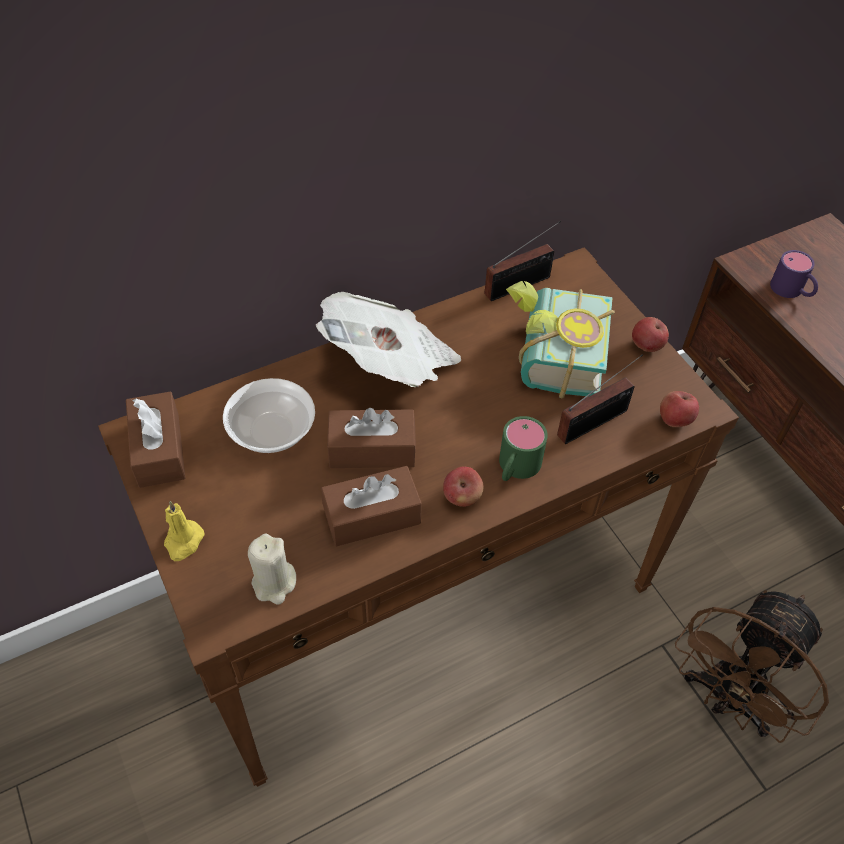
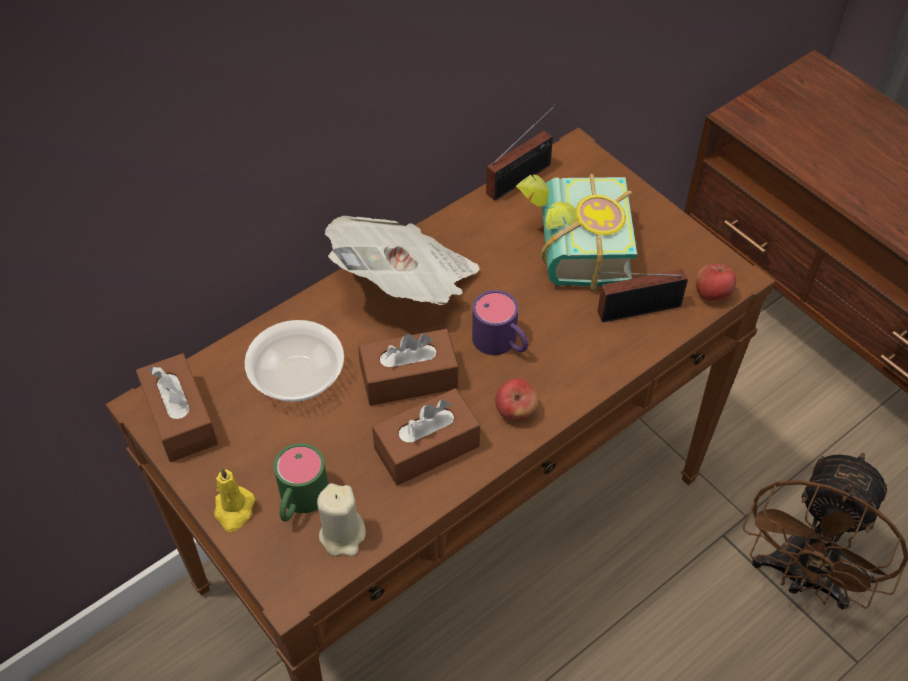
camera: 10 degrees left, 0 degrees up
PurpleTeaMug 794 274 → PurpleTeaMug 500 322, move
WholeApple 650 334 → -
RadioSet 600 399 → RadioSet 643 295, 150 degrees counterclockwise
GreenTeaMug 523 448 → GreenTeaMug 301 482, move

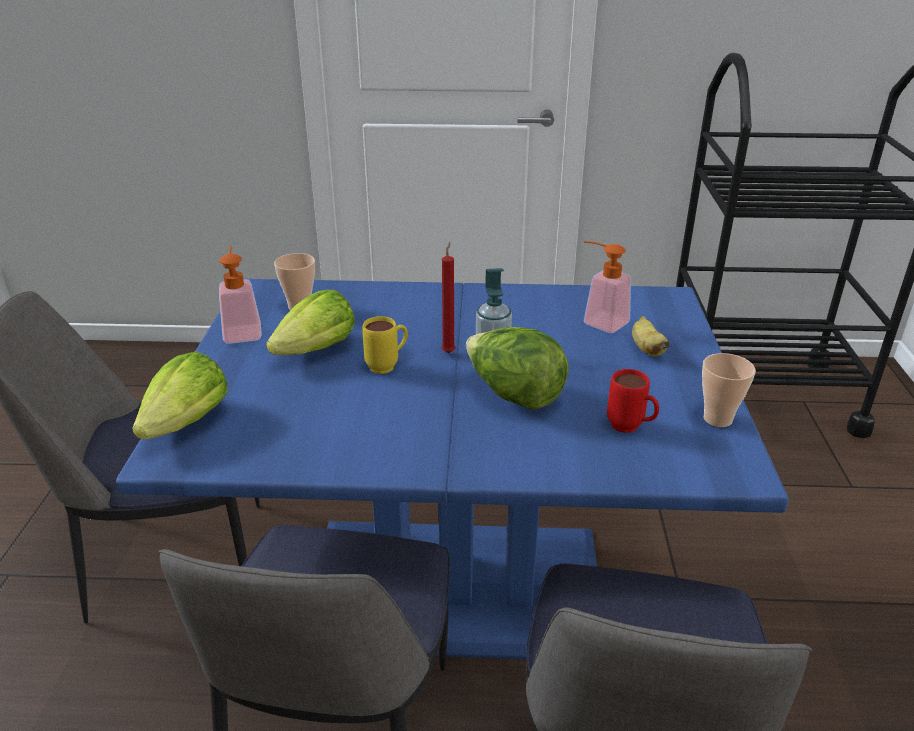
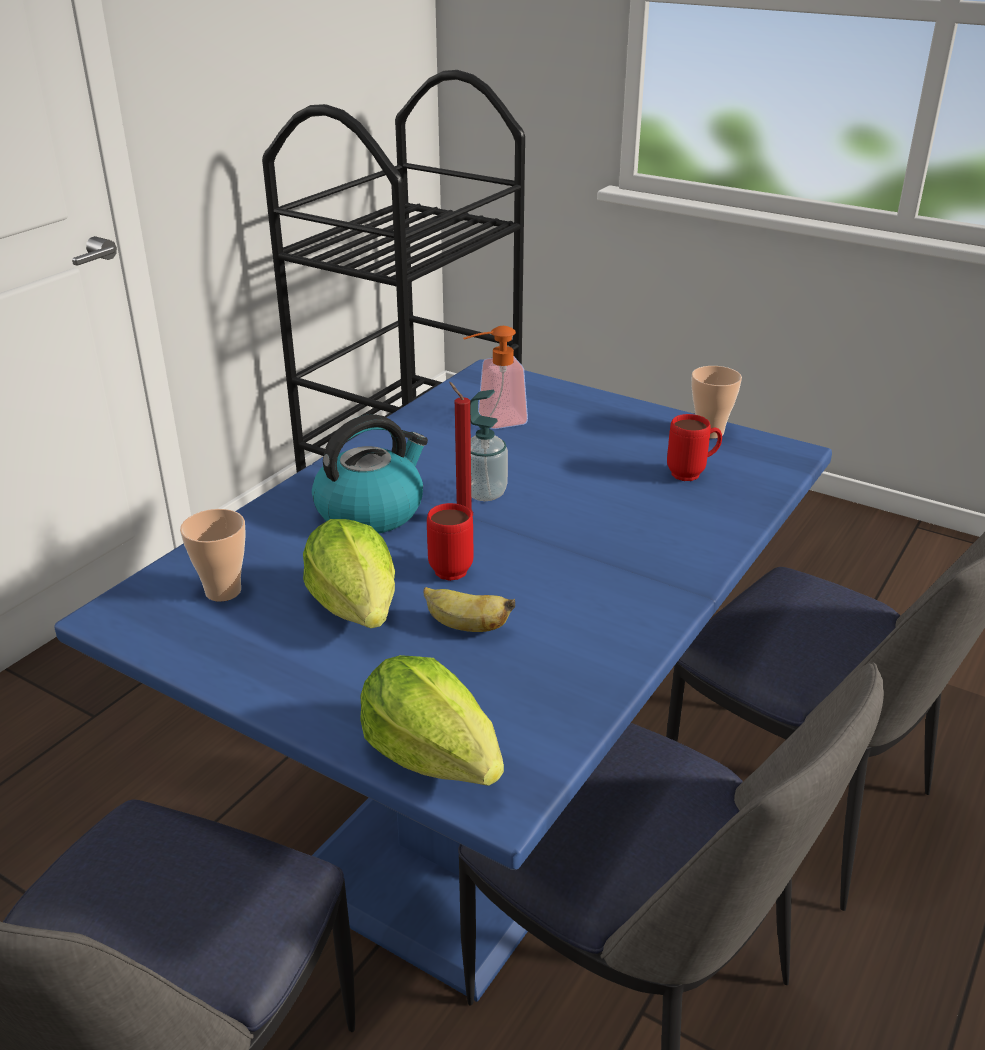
camera: 60 degrees left, 0 degrees up
SoapDispenser 240 295 → -
YellowTeaMug 385 345 → RedColouredTeaMug 450 542
Banana 651 336 → Banana 469 609, move
Lettuce 517 368 → -
- → WaterKettle 370 473

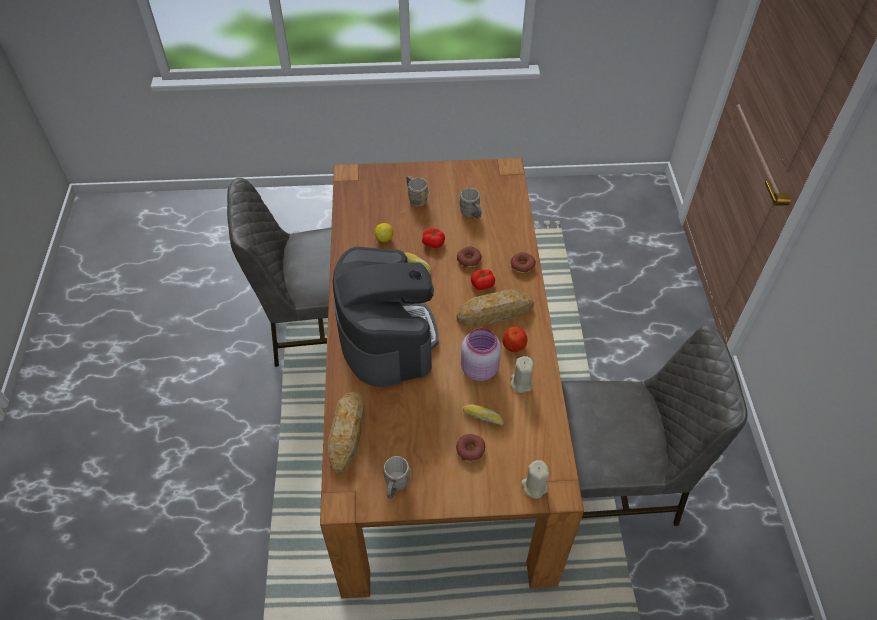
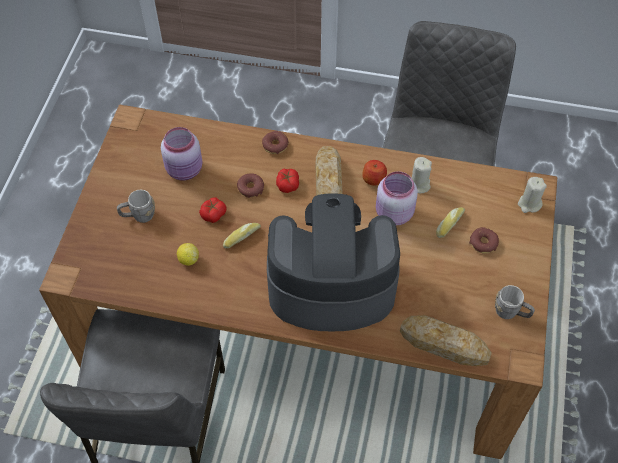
camera: 75 degrees left, 5 degrees up
GreyTeaMug 470 203 → PinkColouredStorageJar 181 154

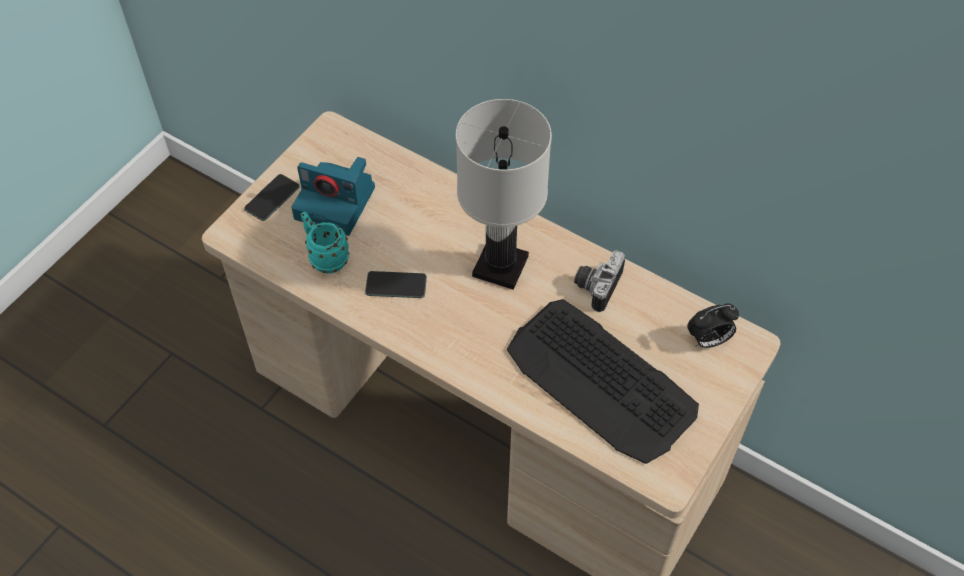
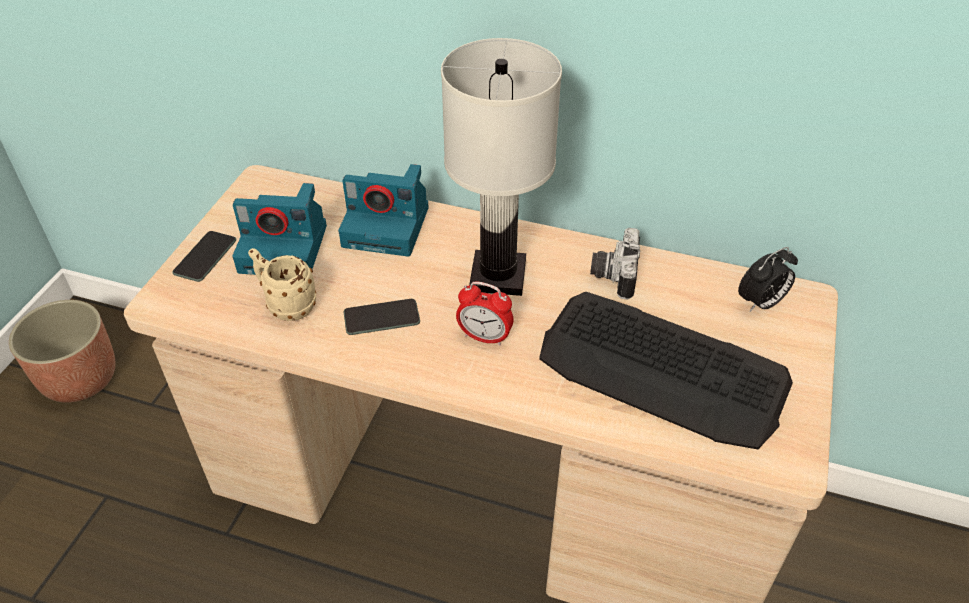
camera: 15 degrees left, 10 degrees down
TurquoiseTeaMug 325 243 → BeigeTeaMug 282 284
- → StillCamera 383 210
- → BedsideClock 484 314
- → Planter 62 351

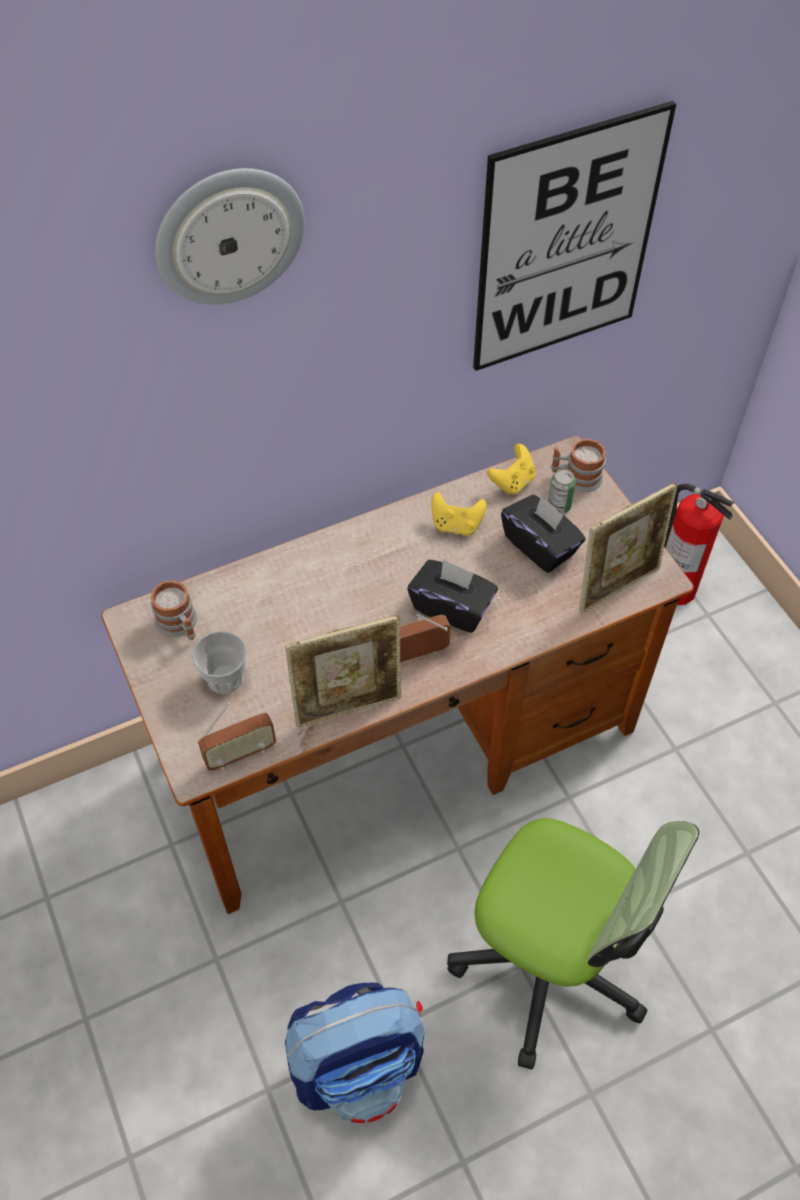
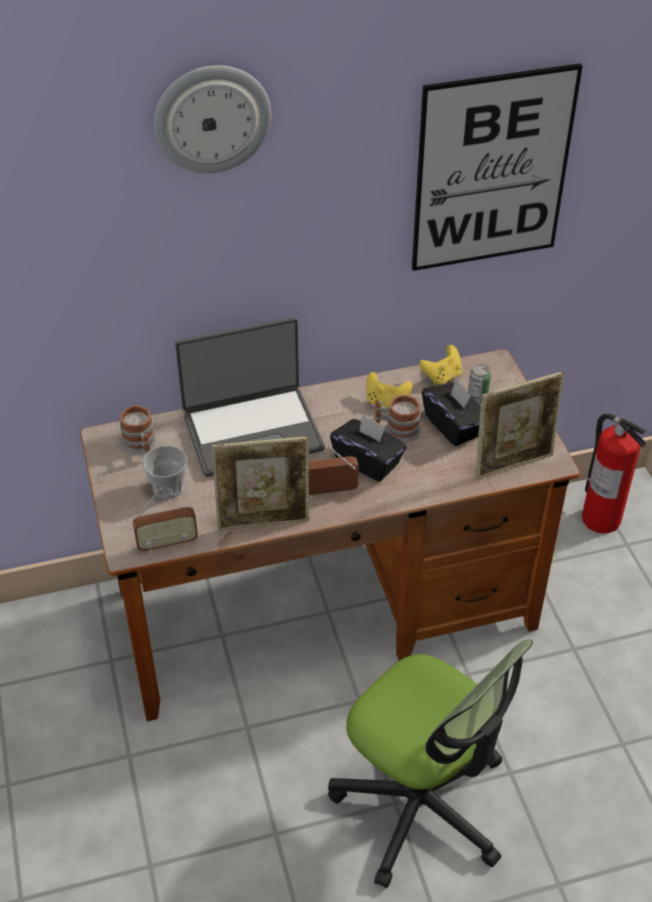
camera: 10 degrees right, 10 degrees down
TeaMug 578 465 → TeaMug 397 419, move
Rucksack 354 1052 → -
- → PortableComputer 250 397

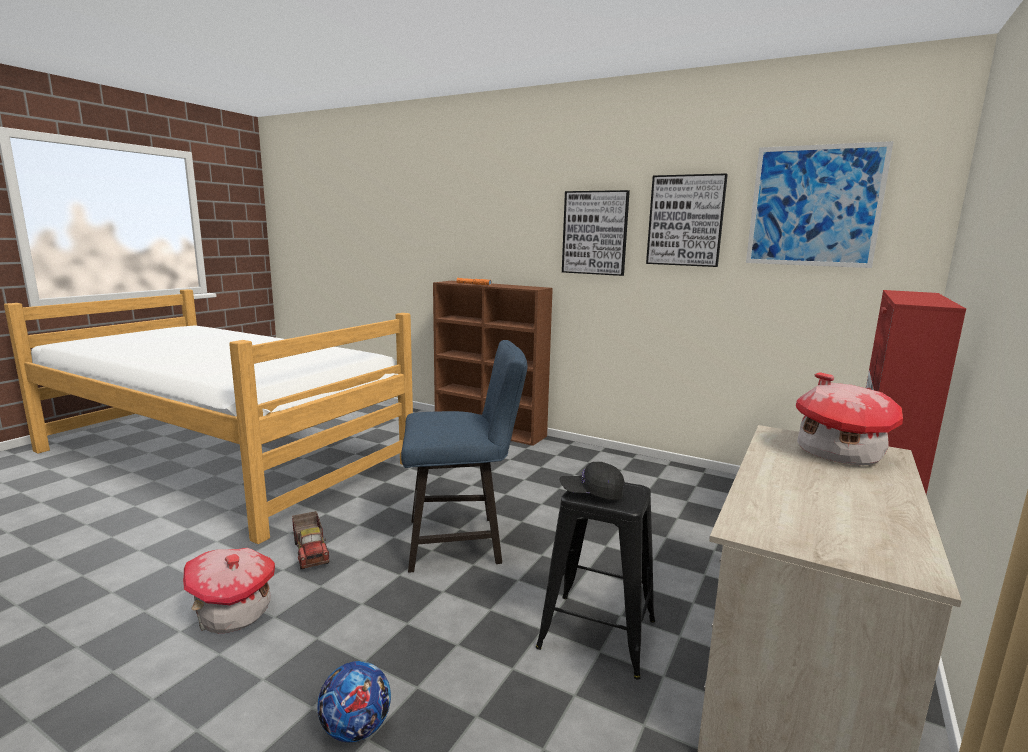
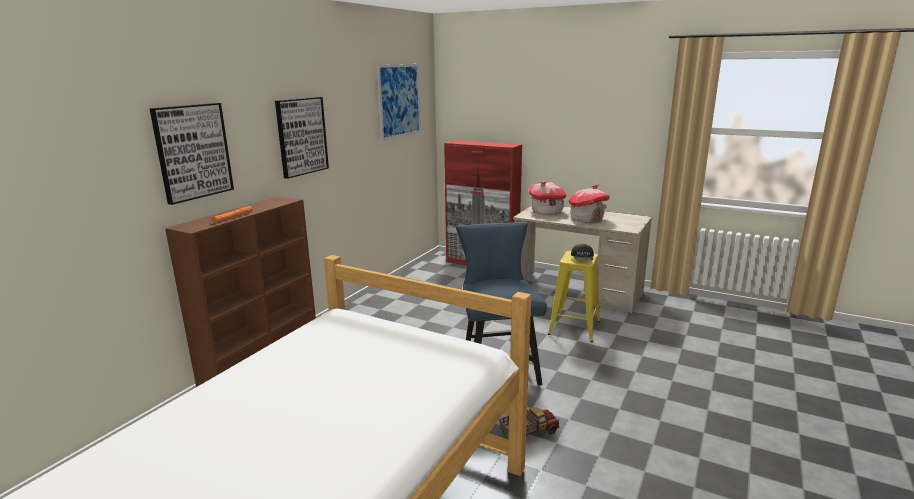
camera: 90 degrees left, 5 degrees up
WallPicture 687 220 → WallPicture 191 154, move
BlackishSittingStool 595 577 → YellowSittingStool 574 296
MiniatureHouse 229 590 → MiniatureHouse 589 203, move
Football 354 701 → -

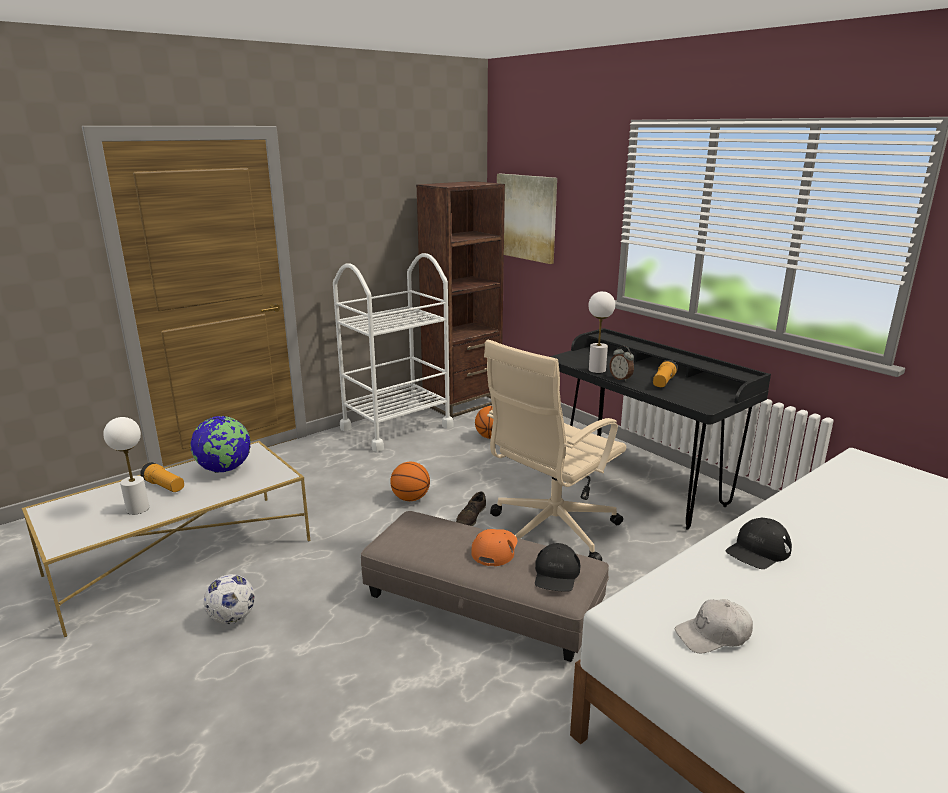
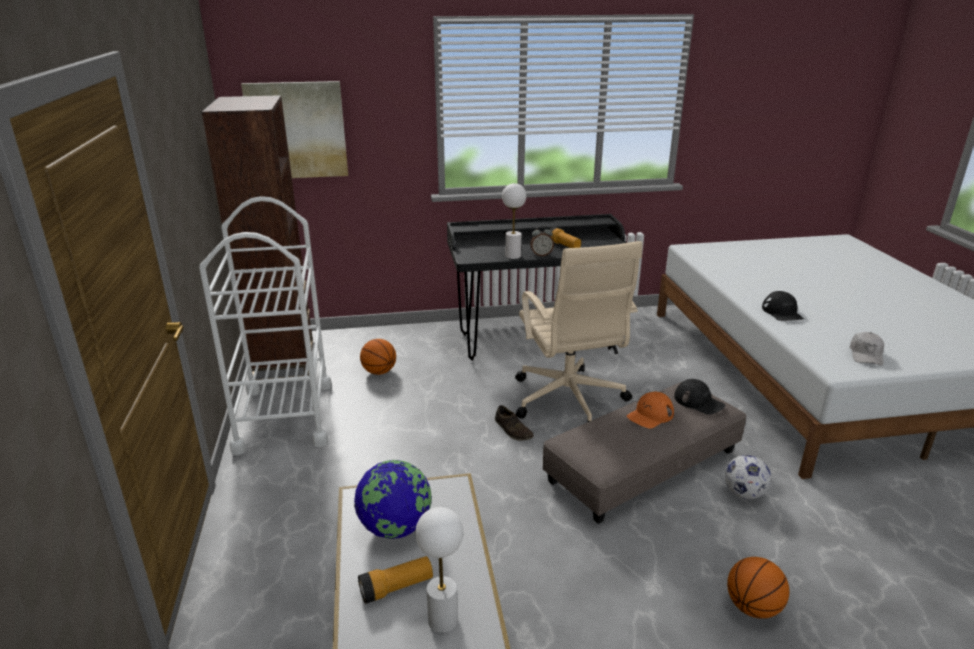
camera: 60 degrees left, 5 degrees up
Basketball 410 481 → Basketball 758 588, move
OrangeColouredBaseballCap 494 547 → OrangeColouredBaseballCap 650 410, 90 degrees counterclockwise
Football 229 599 → Football 748 477, move

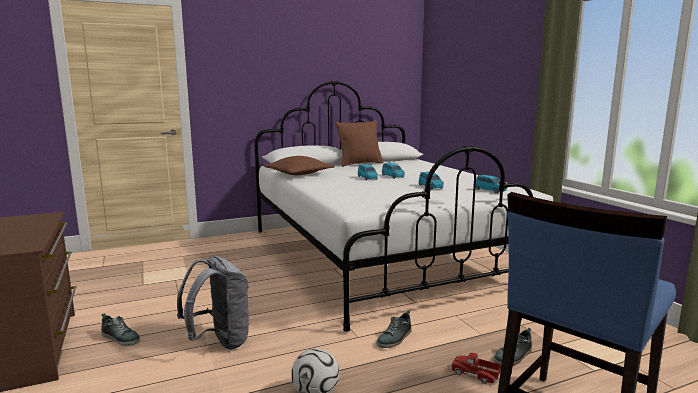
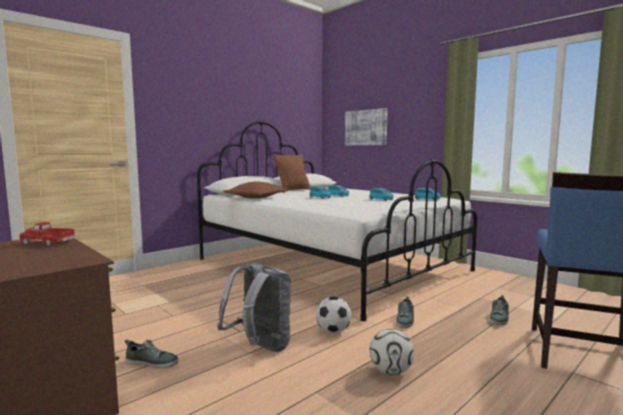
camera: 20 degrees left, 5 degrees down
ModelTruck 475 368 → ModelTruck 47 234, move
- → WallPicture 366 126
- → Football 333 314

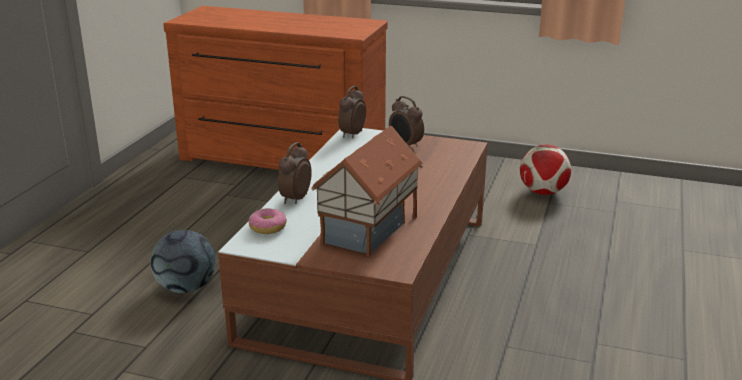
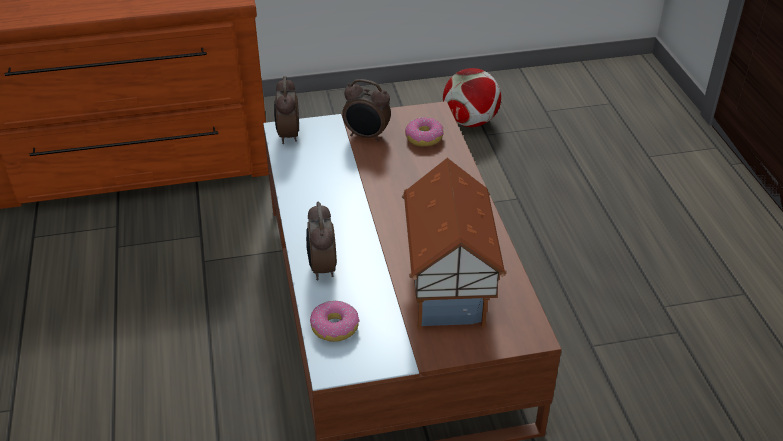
camera: 30 degrees left, 15 degrees up
Football 182 261 → -
- → RingDoughnut 424 131

